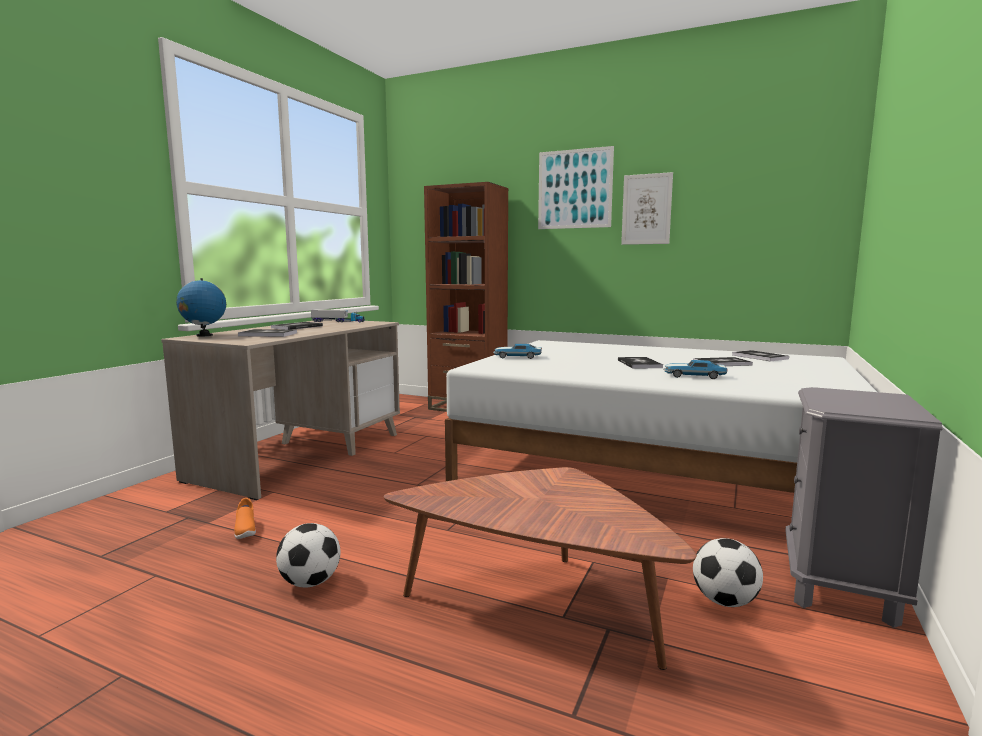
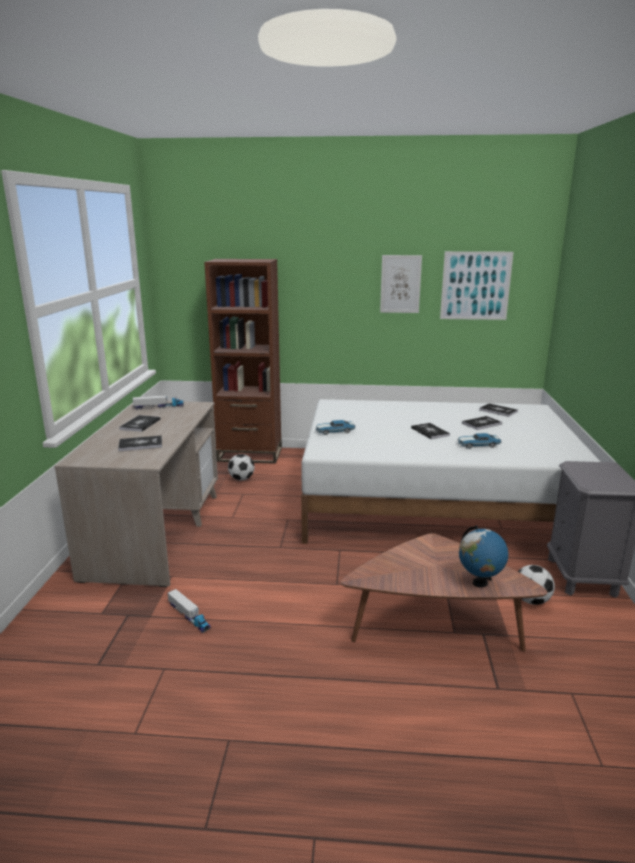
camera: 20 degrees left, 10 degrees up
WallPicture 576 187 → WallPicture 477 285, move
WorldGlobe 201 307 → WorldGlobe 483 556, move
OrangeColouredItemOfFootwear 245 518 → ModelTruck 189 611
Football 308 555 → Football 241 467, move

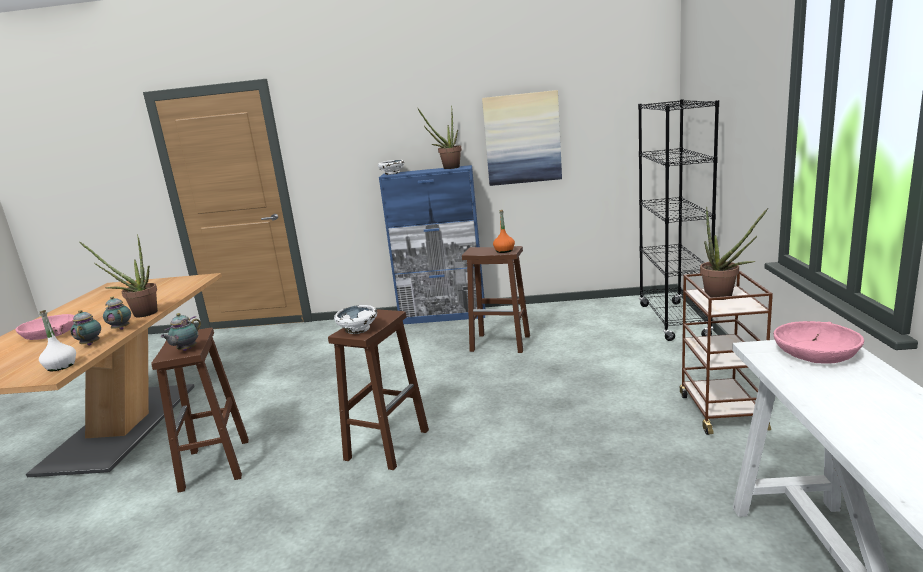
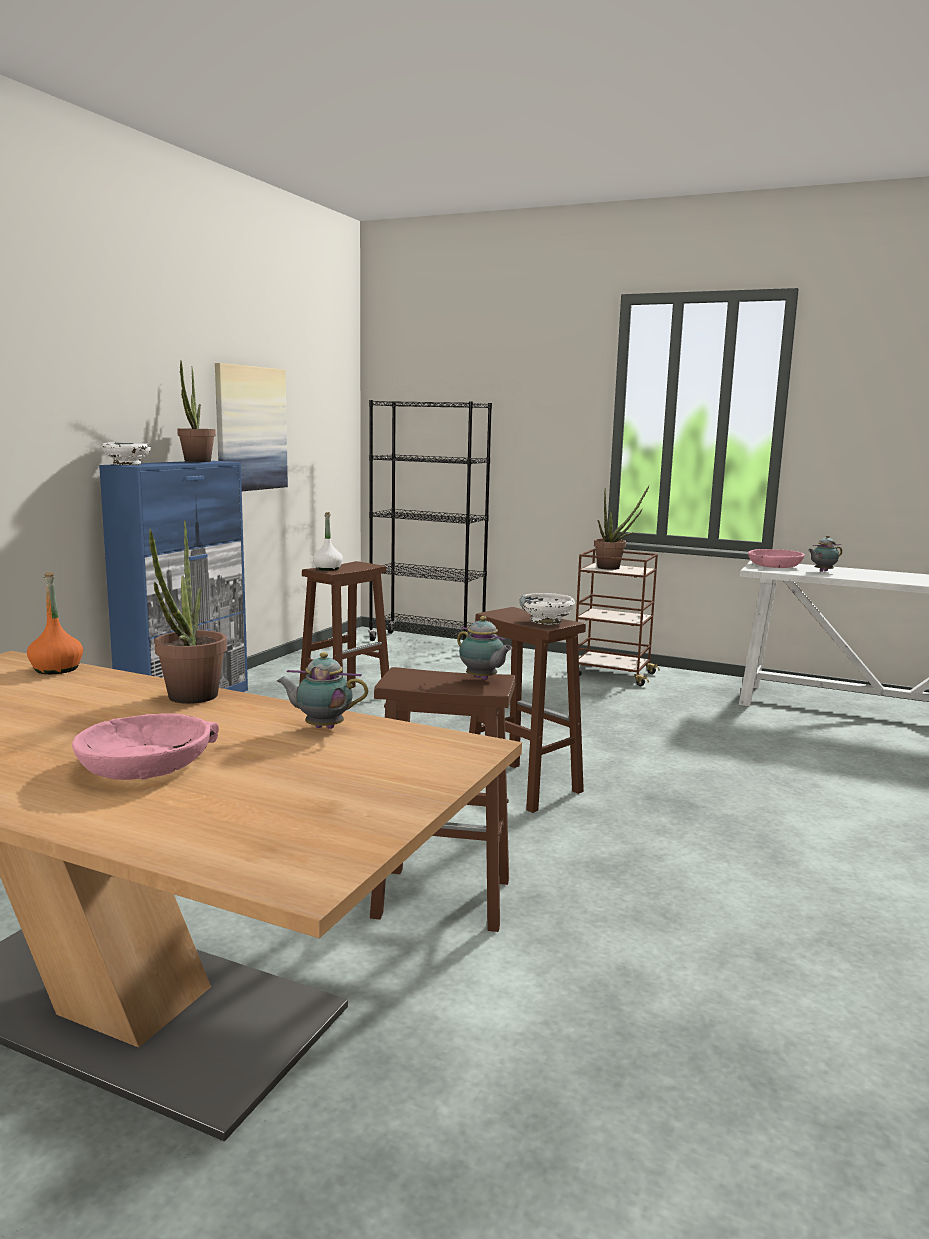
camera: 70 degrees left, 5 degrees down
OrangeColouredBottle 504 231 → OrangeColouredBottle 55 623, move
TeaPot 117 313 → TeaPot 825 553, move
WhitishBottle 57 340 → WhitishBottle 328 541, move

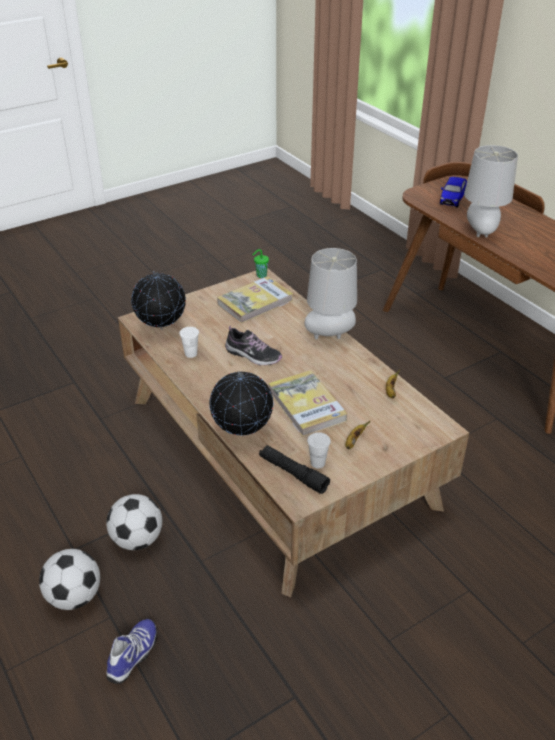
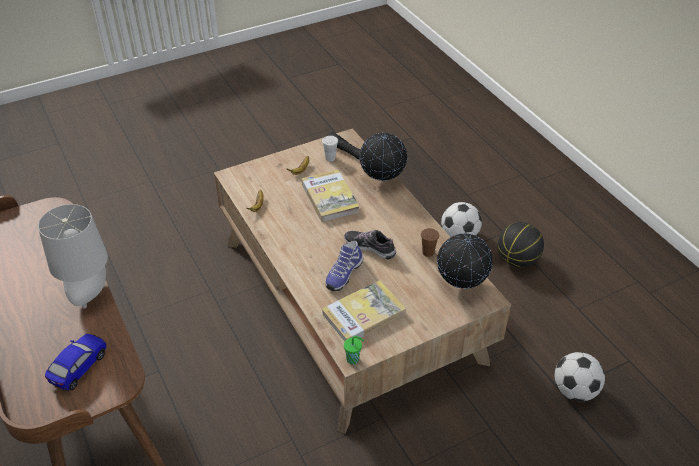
camera: 175 degrees left, 5 degrees up
GreyLampForATable 331 293 → -
WhitishDrinkingCup 189 342 → BrownColouredDrinkingCup 430 242
Football 69 579 → Football 579 377, move
ItemOfFootwear 131 651 → ItemOfFootwear 344 266, move
- → Basketball 521 245

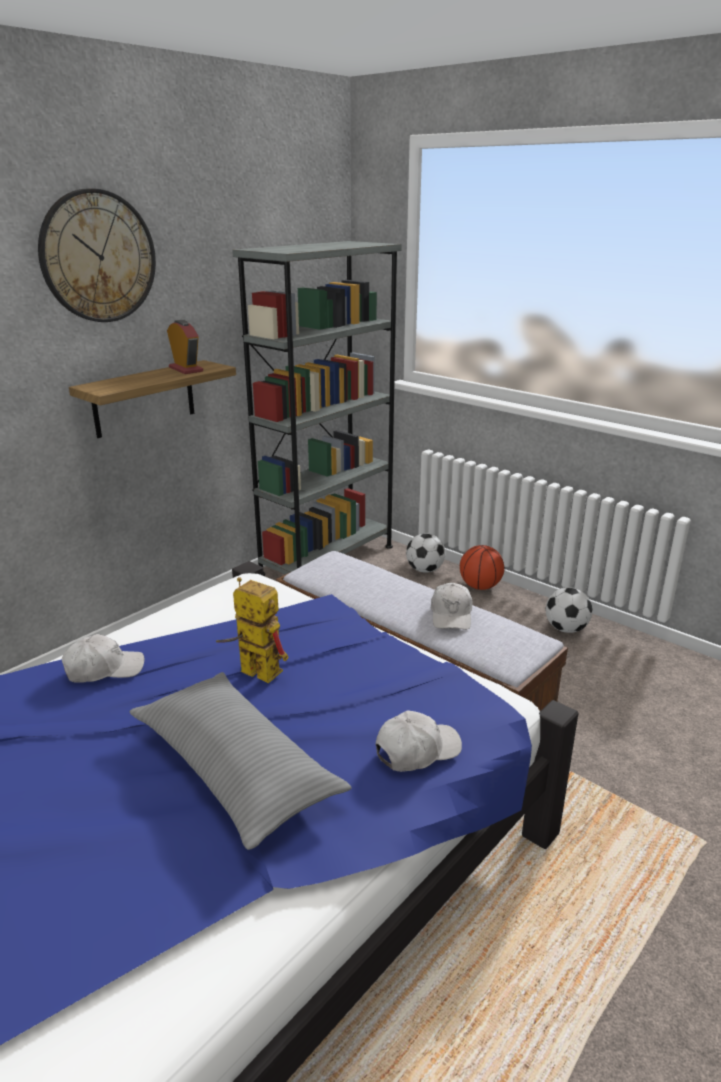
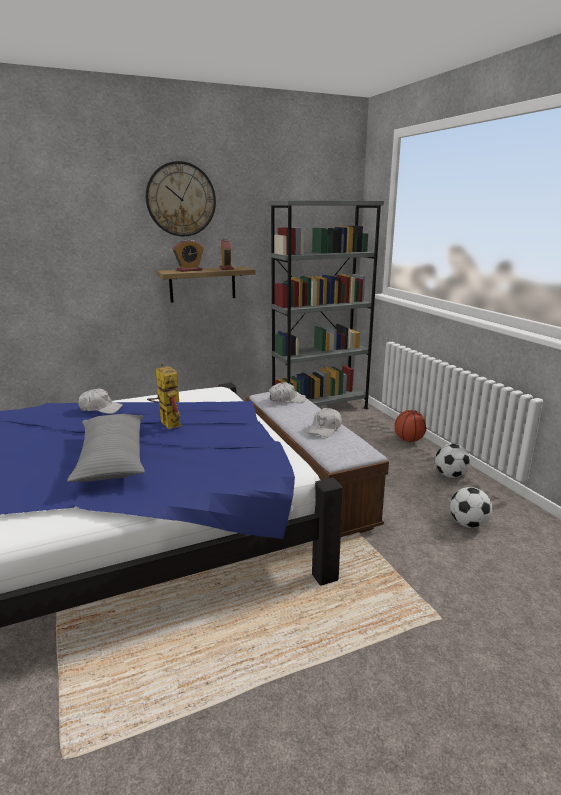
camera: 25 degrees right, 5 degrees down
Football 425 553 → Football 471 507, move
WhitishBaseballCap 419 741 → WhitishBaseballCap 287 392, move
- → BedsideClock 188 256

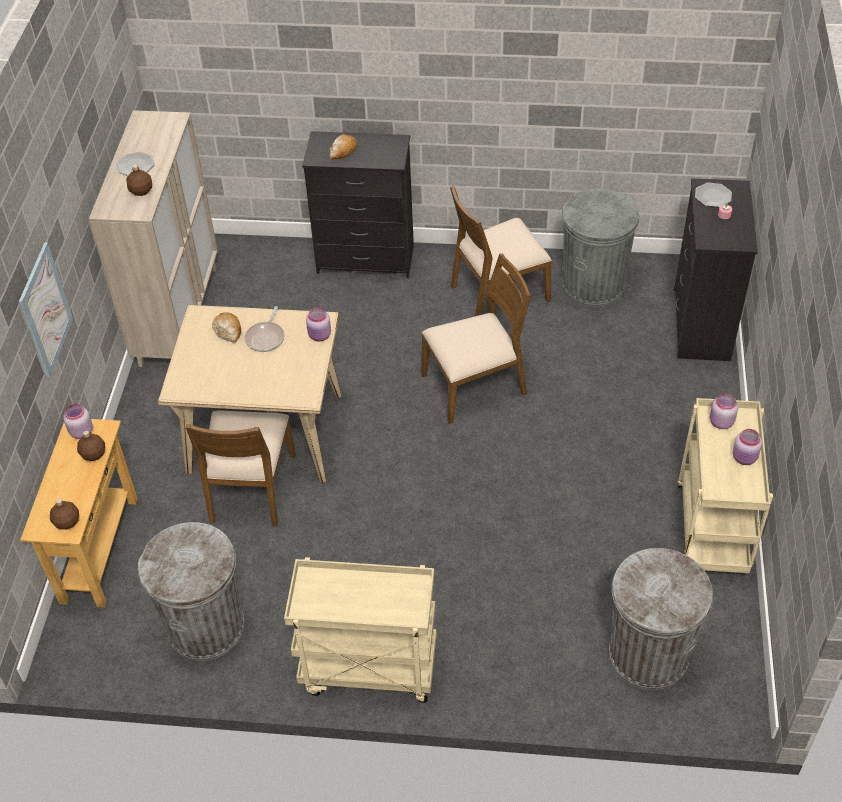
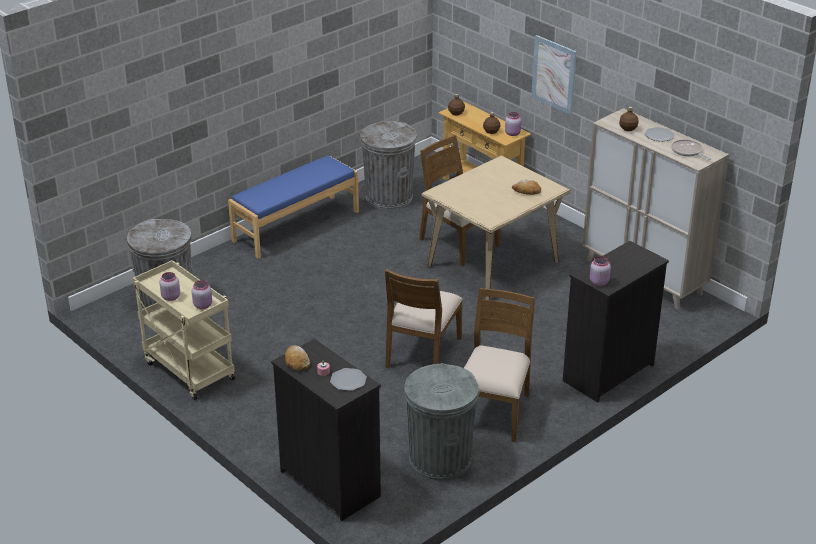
camera: 130 degrees right, 15 degrees down
BakedBread 343 147 → BakedBread 297 358, move
FryingPan 264 329 → FryingPan 691 149, move
PinkColouredStorageJar 318 324 → PinkColouredStorageJar 600 271, move
BeigeTrolley 360 630 → BlueIndoorBench 293 207

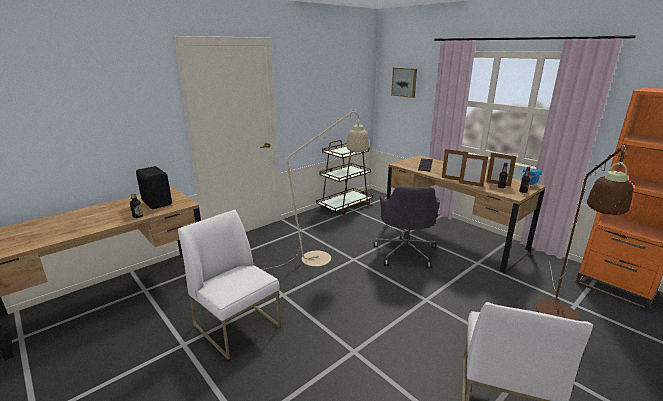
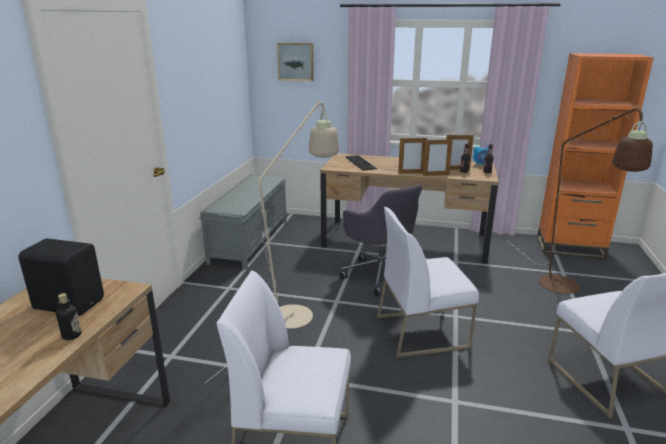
camera: 35 degrees left, 0 degrees up
BrownColouredTrolley 344 177 → GreyIndoorBench 243 221
- → WhitishUprightChair 428 282

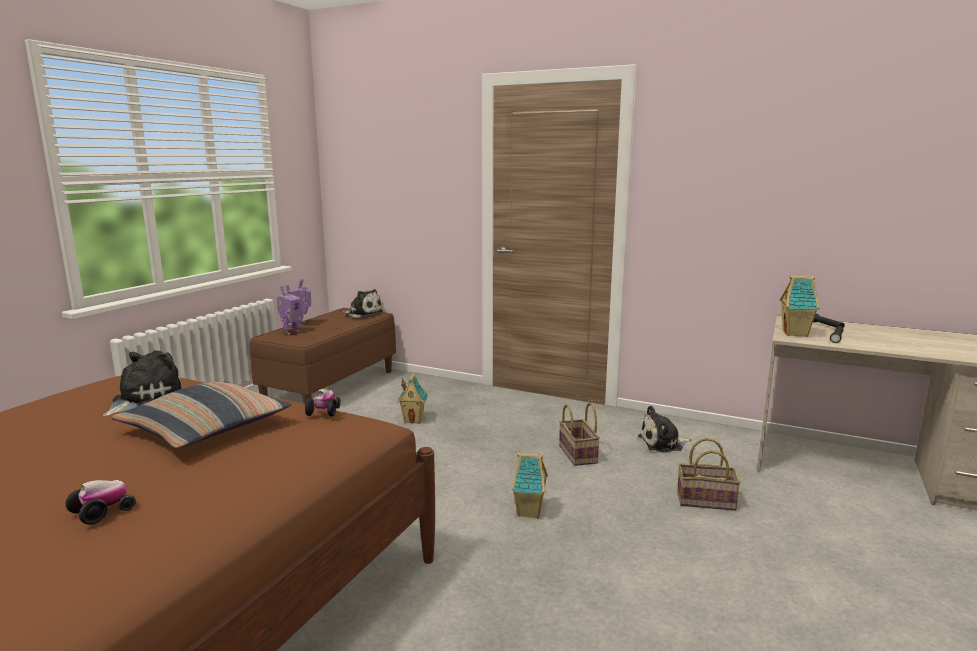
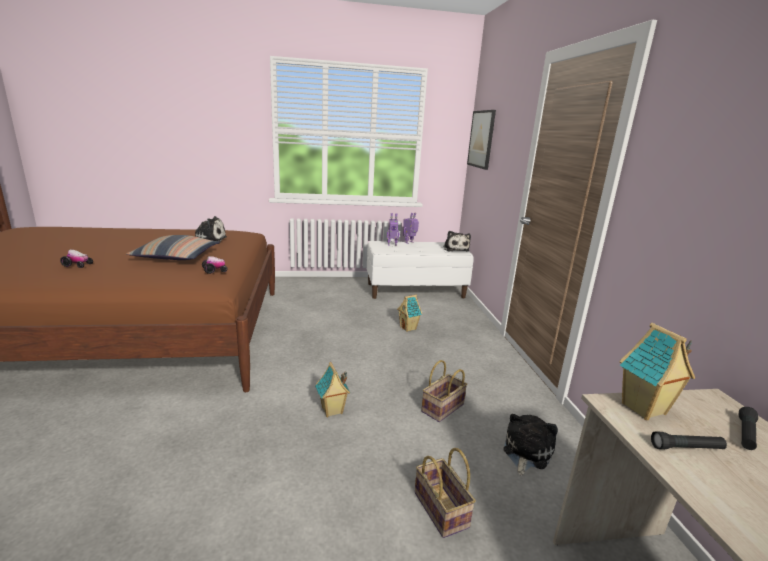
camera: 55 degrees right, 5 degrees up
BrownColouredIndoorBench 323 356 → WhitishIndoorBench 420 270
CuddlyToy 664 429 → CuddlyToy 530 445, 75 degrees clockwise
- → WallPicture 481 140

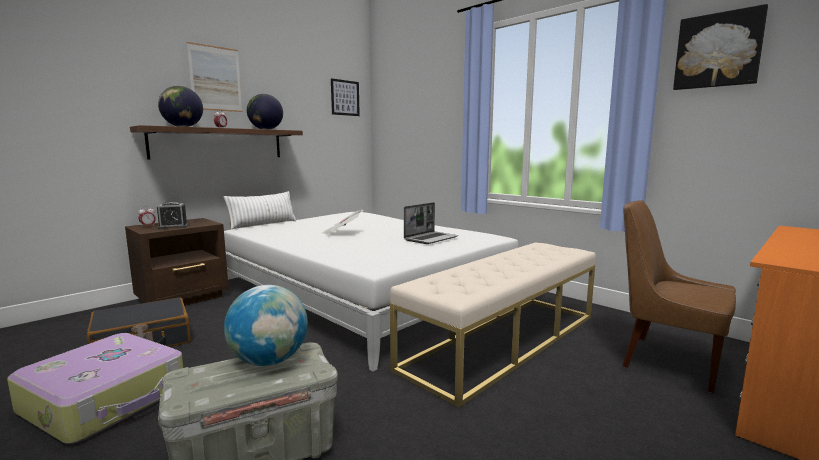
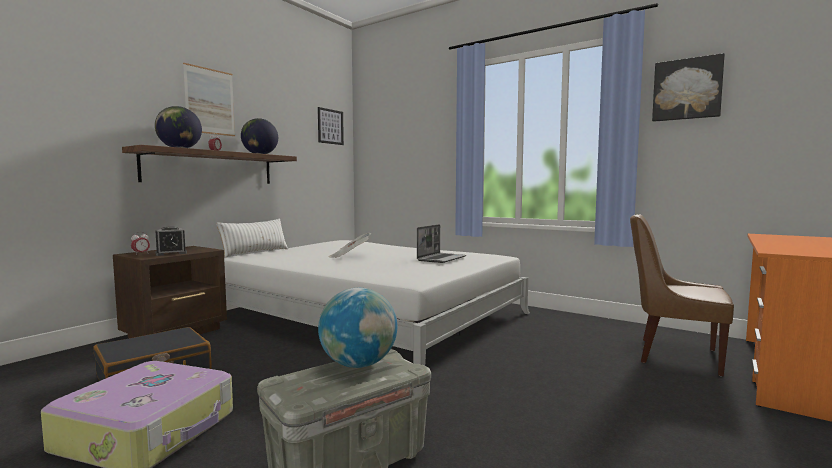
camera: 10 degrees left, 5 degrees down
BeigeIndoorBench 493 325 → -

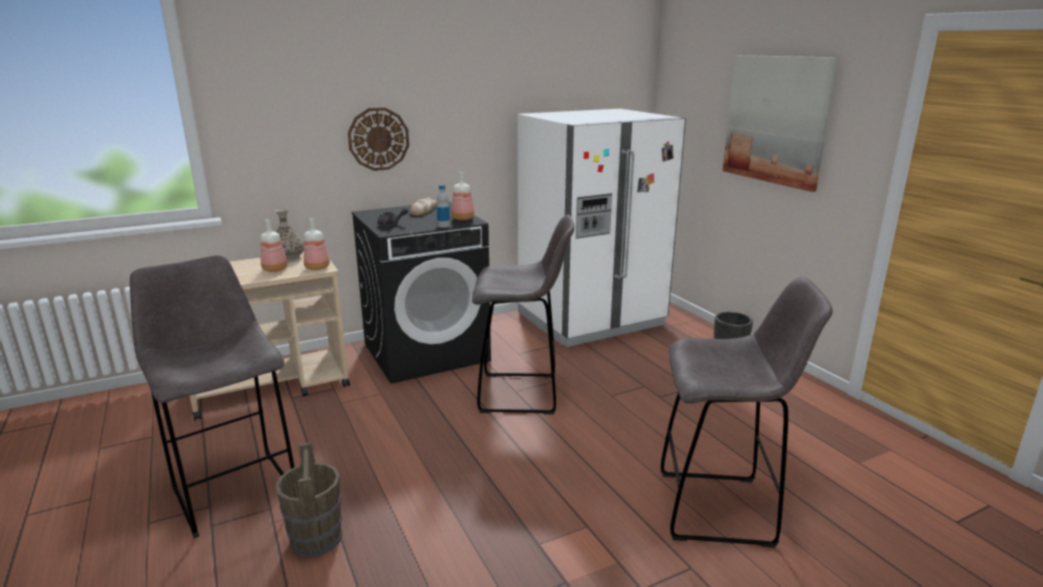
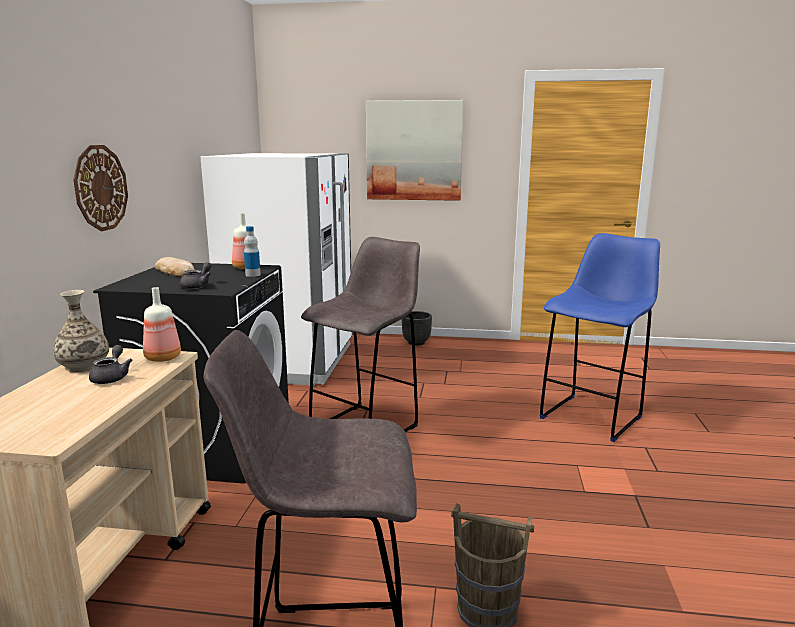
camera: 55 degrees left, 5 degrees down
Bottle 274 245 → GreyTeaPot 111 364
GreySittingStool 747 412 → BlueSittingStool 600 337

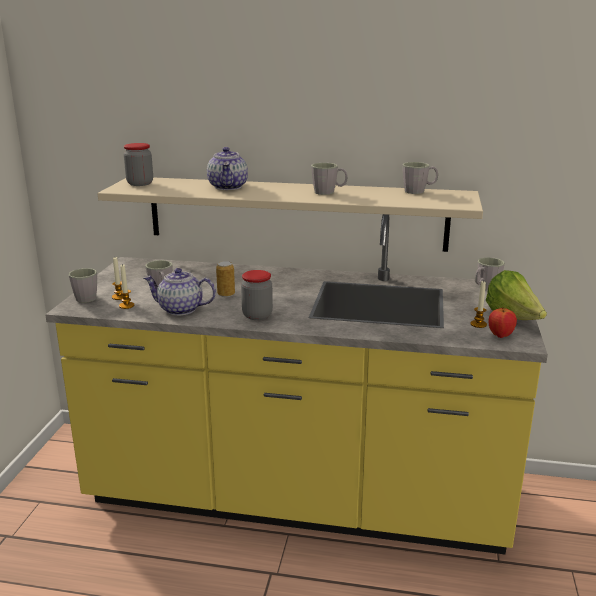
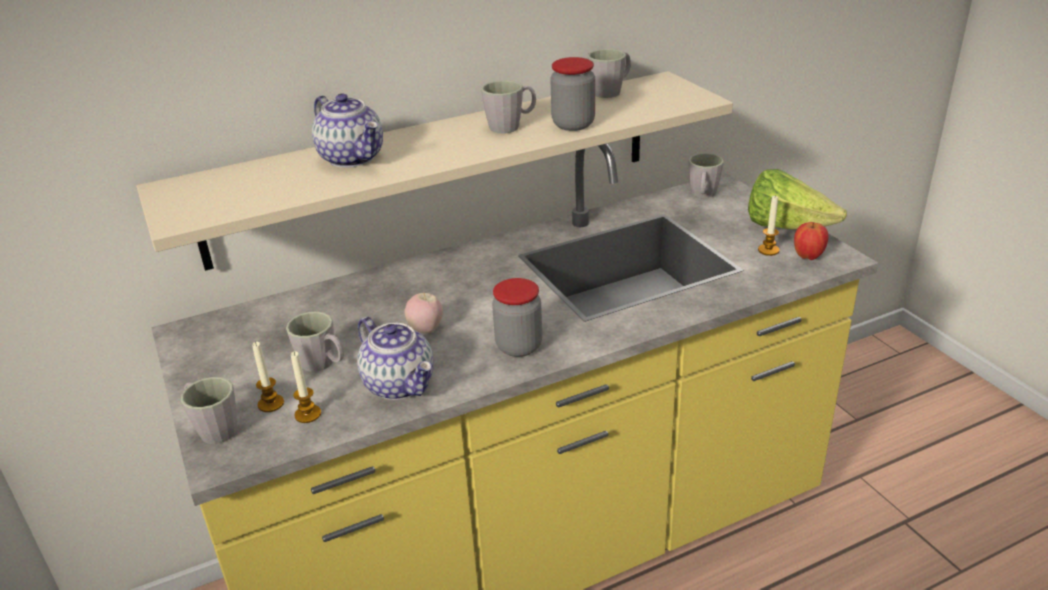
camera: 35 degrees left, 10 degrees up
StorageJar 138 164 → StorageJar 572 94, move
SealedCan 225 279 → WholeApple 423 313
TeaPot 179 292 → TeaPot 395 358, 105 degrees counterclockwise

